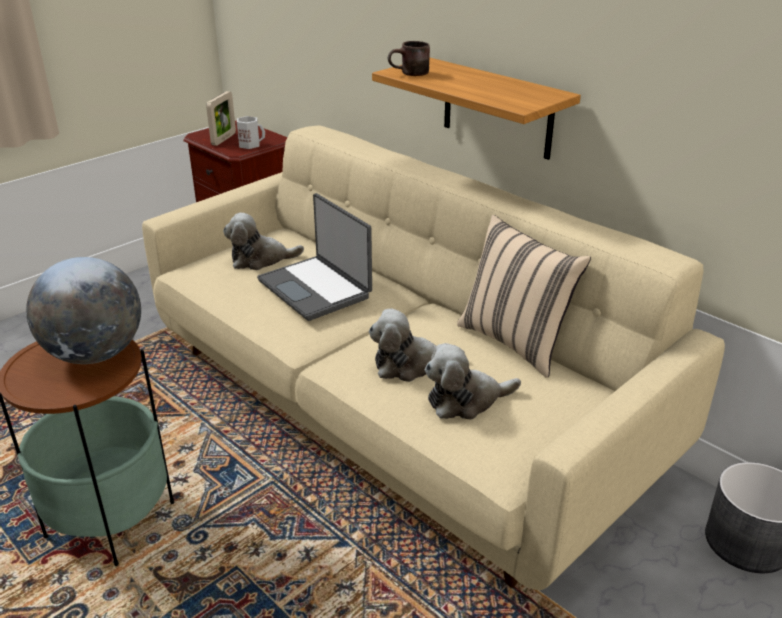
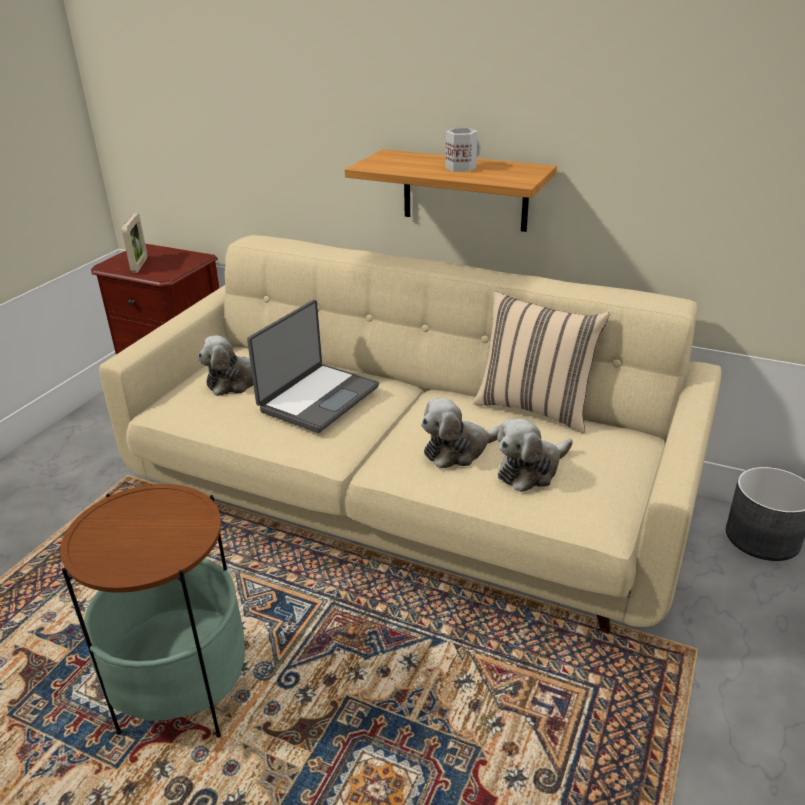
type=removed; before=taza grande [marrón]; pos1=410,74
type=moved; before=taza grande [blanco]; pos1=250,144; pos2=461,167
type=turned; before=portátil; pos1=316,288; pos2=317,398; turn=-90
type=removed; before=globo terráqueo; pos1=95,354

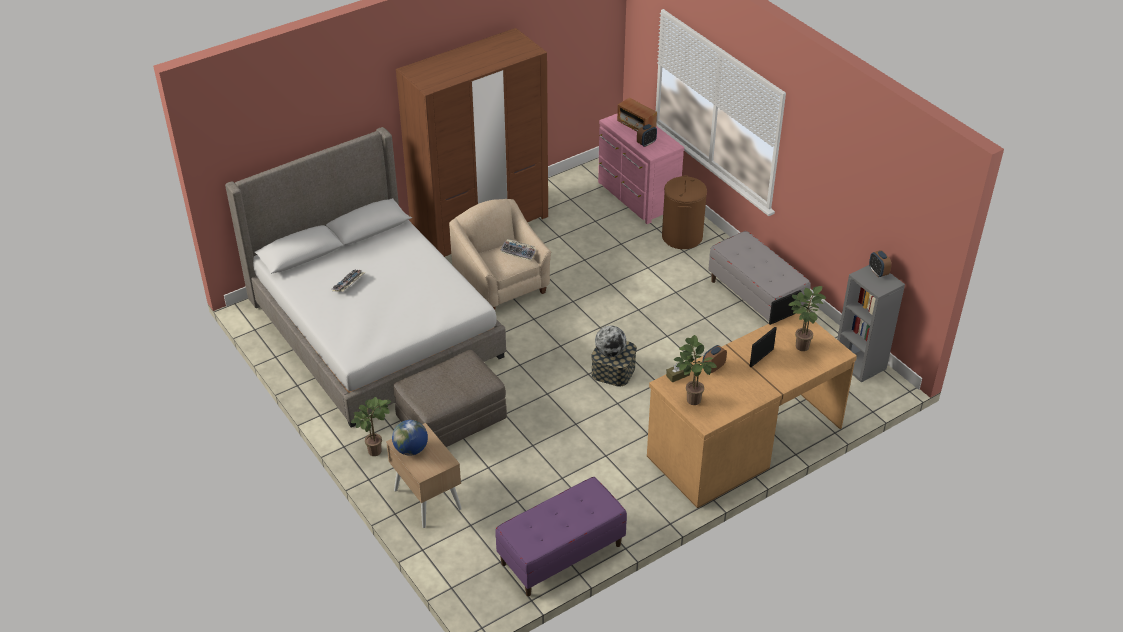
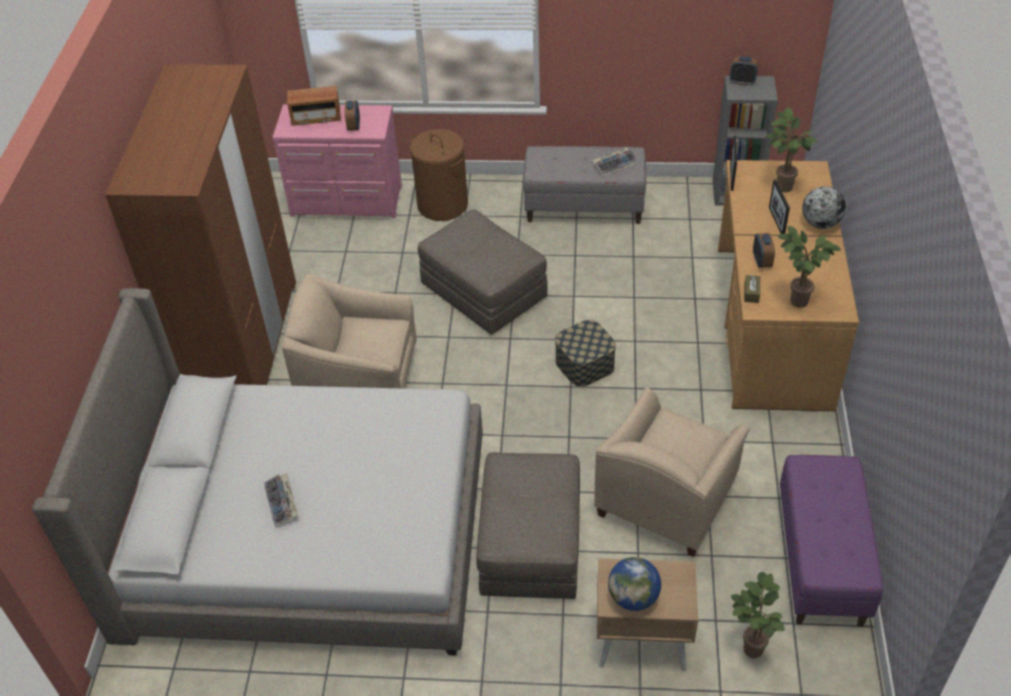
type=moved; before=teclado; pos1=519,252; pos2=615,164
type=moved; before=globo terráqueo; pos1=610,352; pos2=820,223
type=moved; before=planta en maceta; pos1=375,449; pos2=750,646
type=added; after=puf [gris]; pos2=483,291
type=added; after=sillón [beis]; pos2=666,497

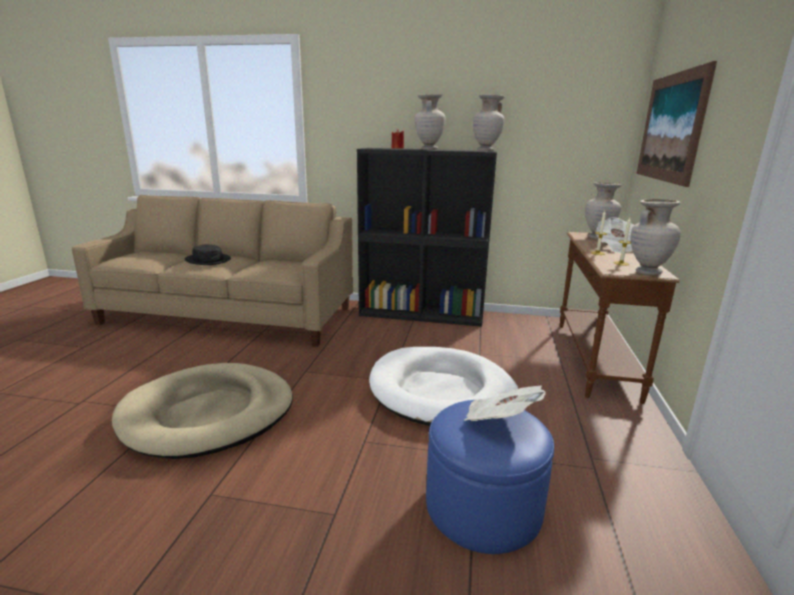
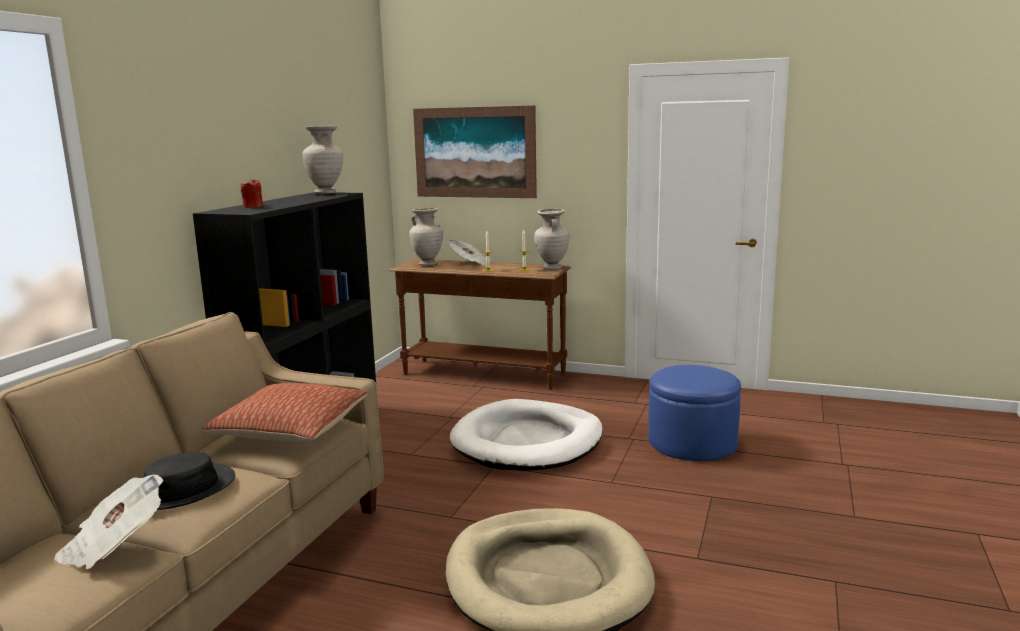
type=removed; before=florero [beis]; pos1=428,149
type=moved; before=periódico; pos1=499,421; pos2=114,546
type=added; after=cojín; pos2=291,430

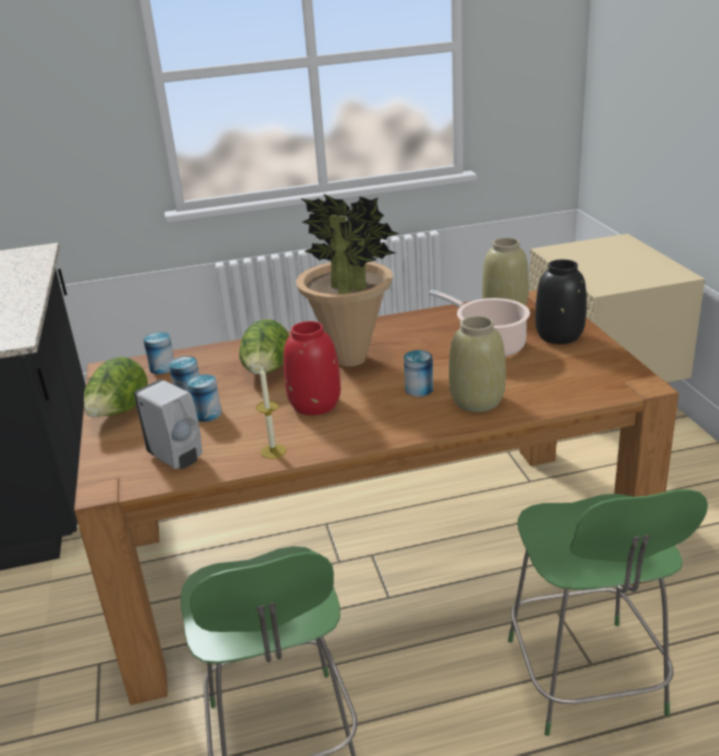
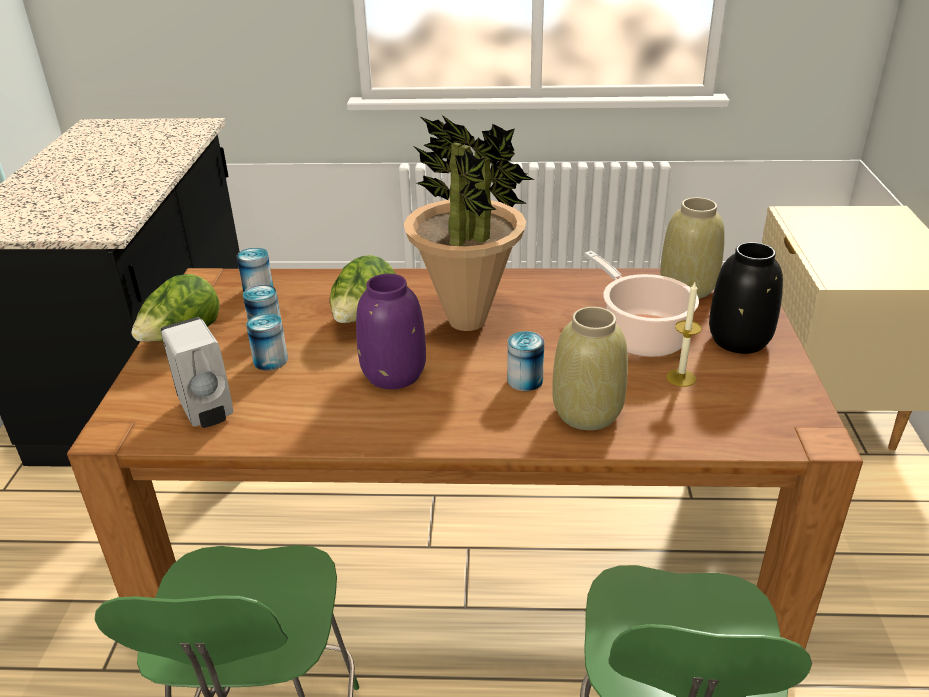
type=recoloured; before=florero [rojo]; after=florero [morado]; pos1=315,404; pos2=395,374
type=moved; before=vela; pos1=273,451; pos2=681,378

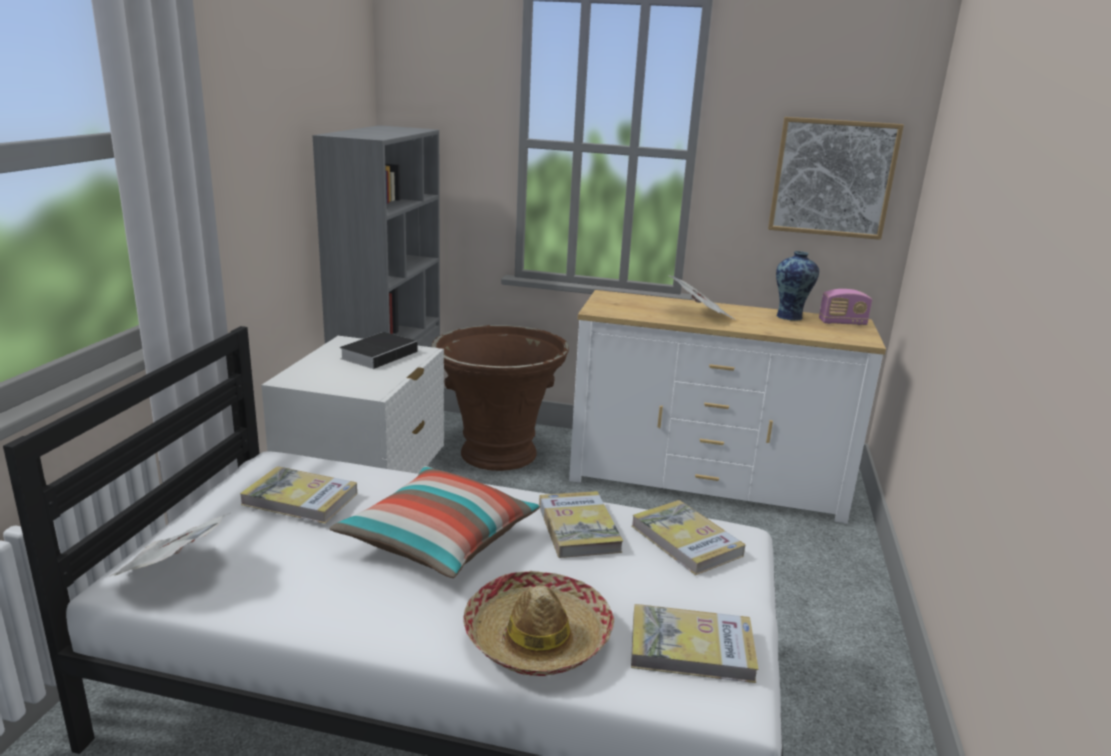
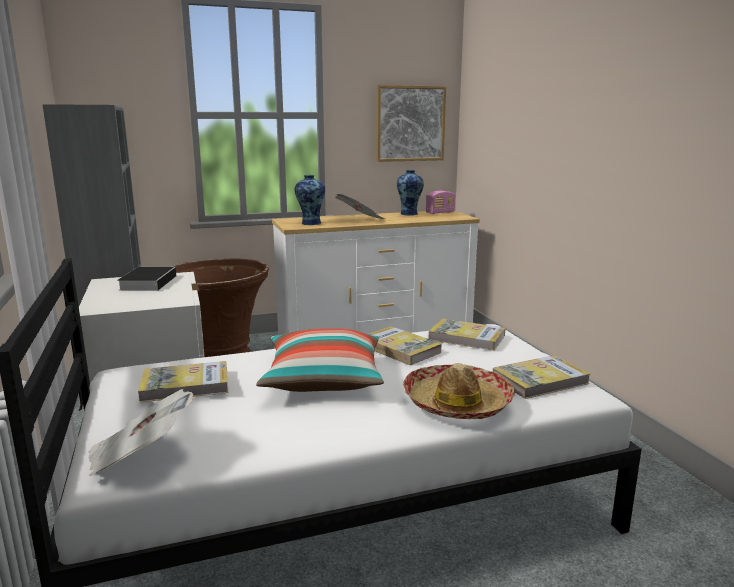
type=added; after=florero; pos2=310,223

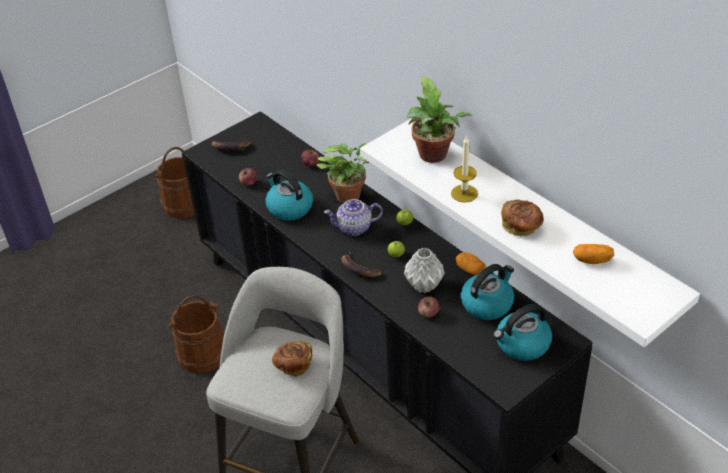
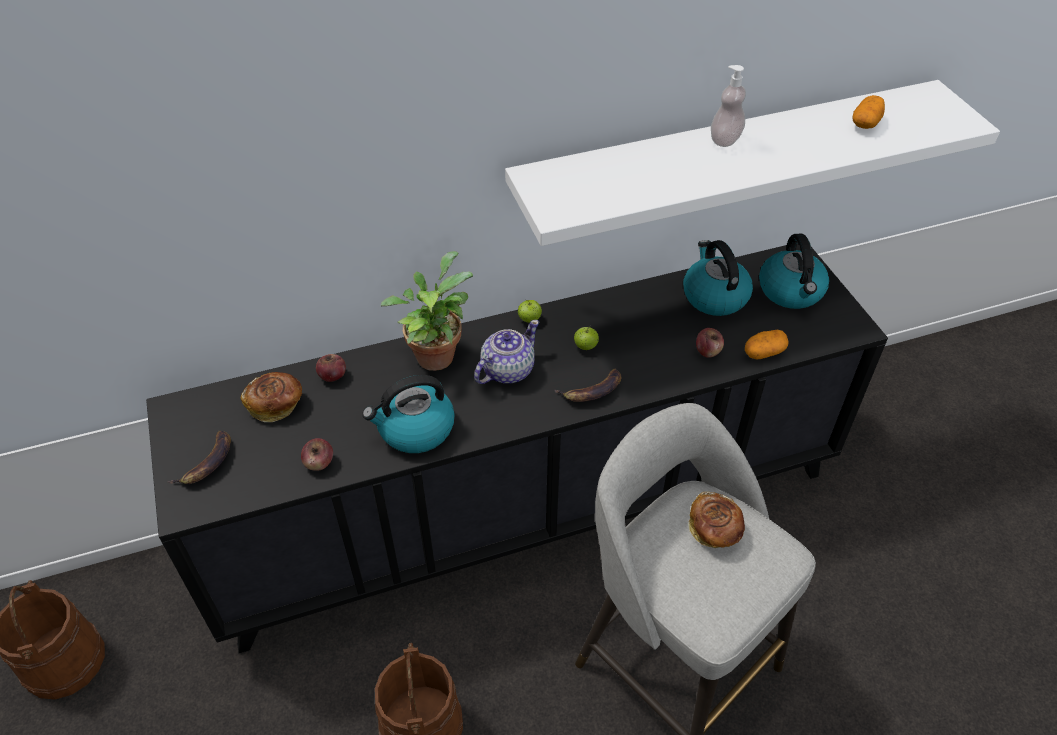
type=removed; before=planta en maceta; pos1=433,157
type=removed; before=vela; pos1=464,193
type=turned; before=tetera; pos1=355,228; pos2=506,370; turn=-150
type=moved; before=pan; pos1=521,226; pos2=276,405
type=removed; before=florero [gris]; pos1=423,285
type=moved; before=patata; pos1=470,270; pos2=763,352
type=added; after=dispensador de jabón; pos2=725,139

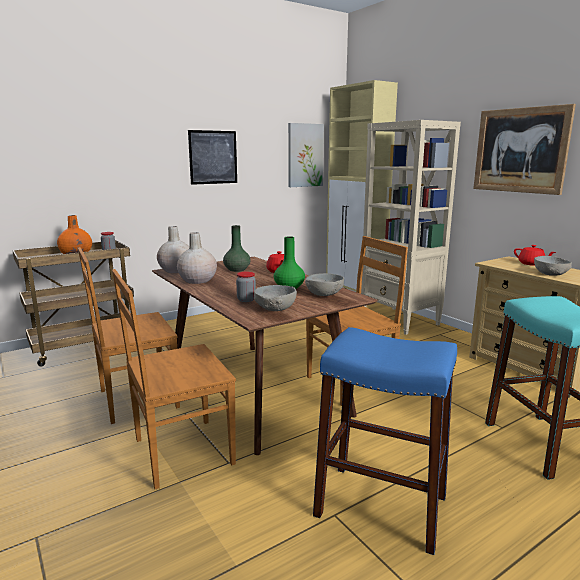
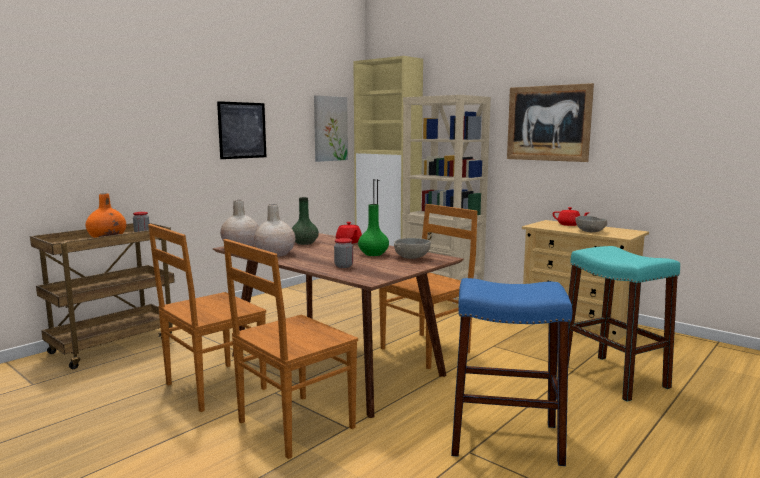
type=removed; before=cuenco [gris]; pos1=275,308

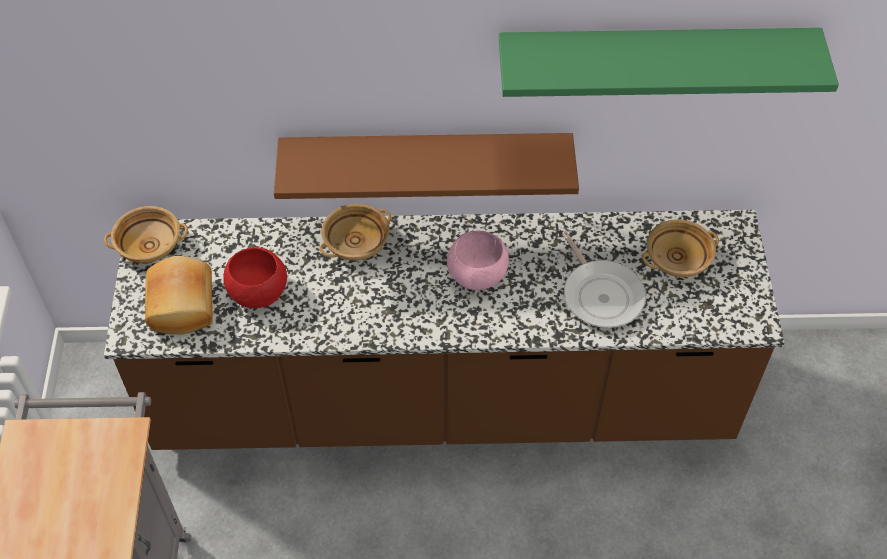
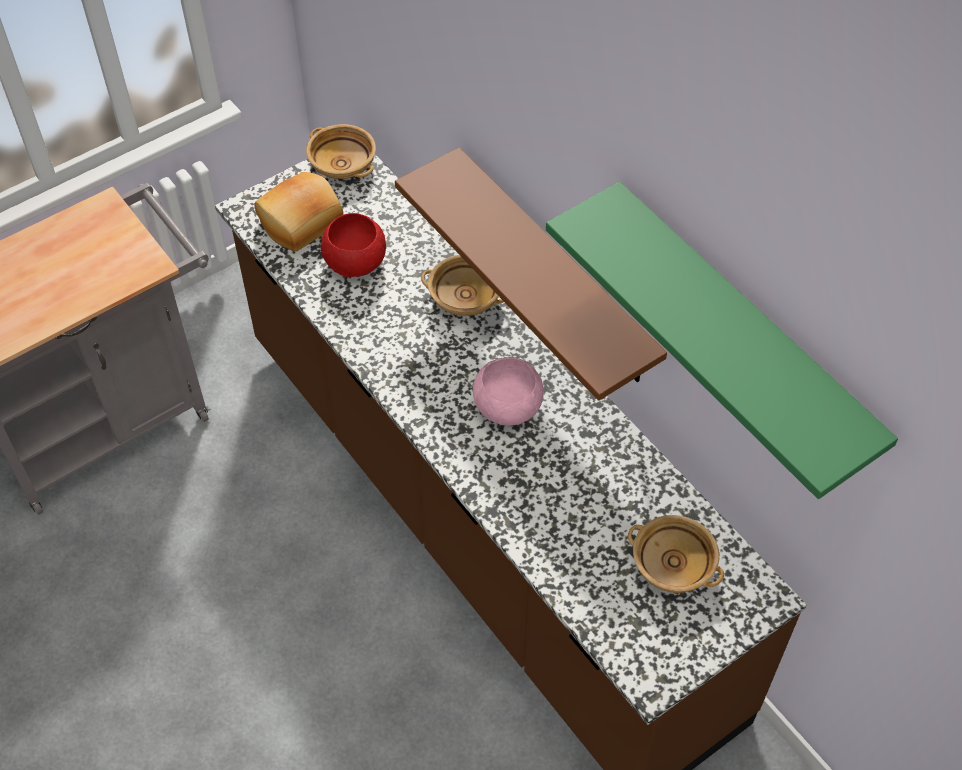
type=removed; before=sartén; pos1=601,294

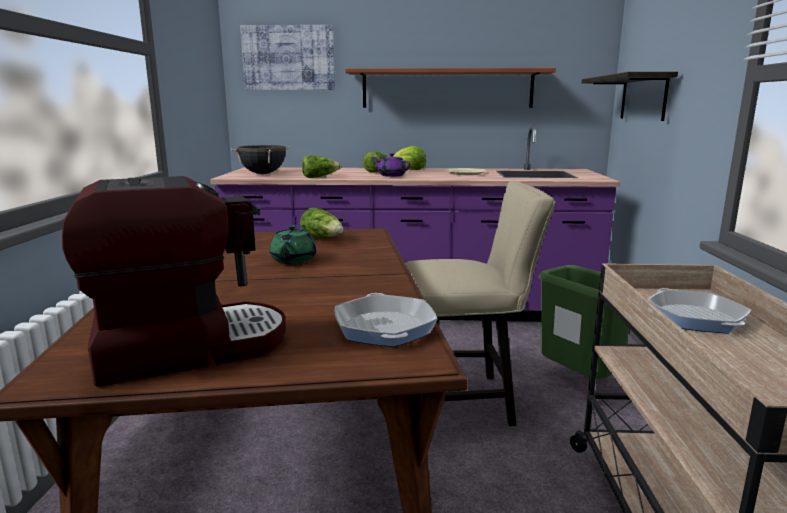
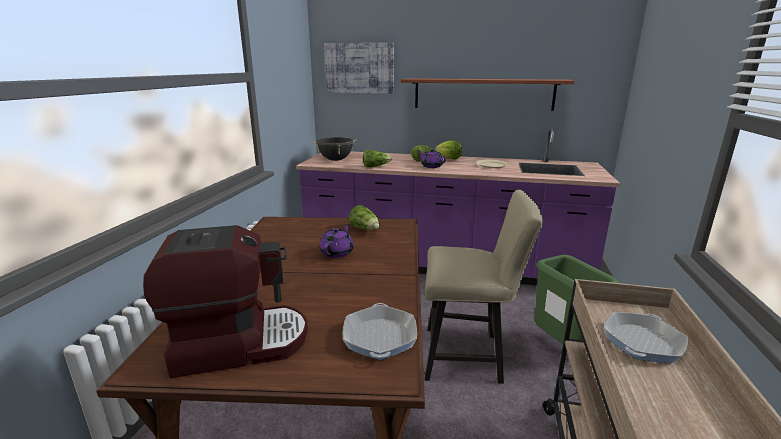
type=removed; before=estante; pos1=643,97
type=recoloured; before=tetera [verde]; after=tetera [morado]; pos1=294,260; pos2=337,252
type=turned; before=sartén; pos1=695,318; pos2=642,342; turn=-135

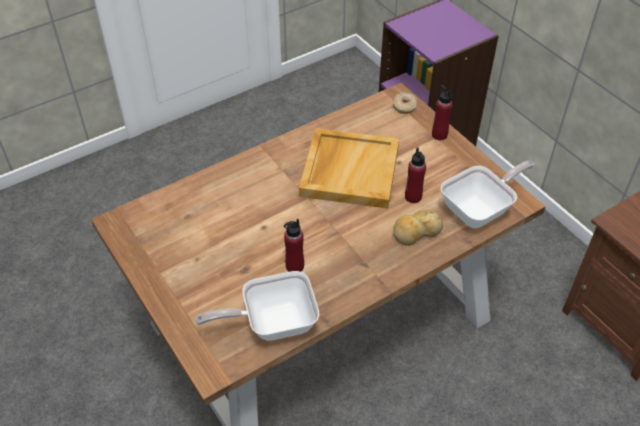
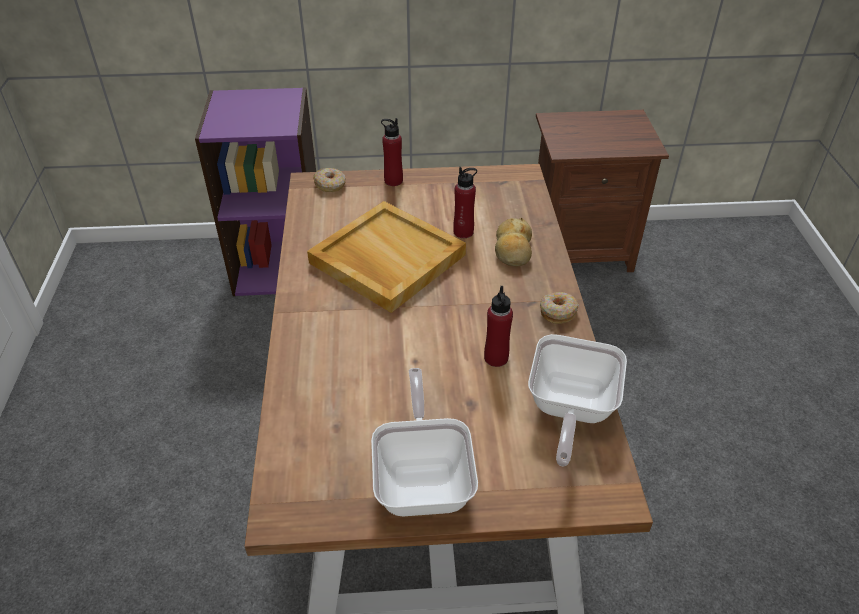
type=moved; before=sartén; pos1=480,210; pos2=423,478
type=added; after=rosquilla; pos2=557,312

